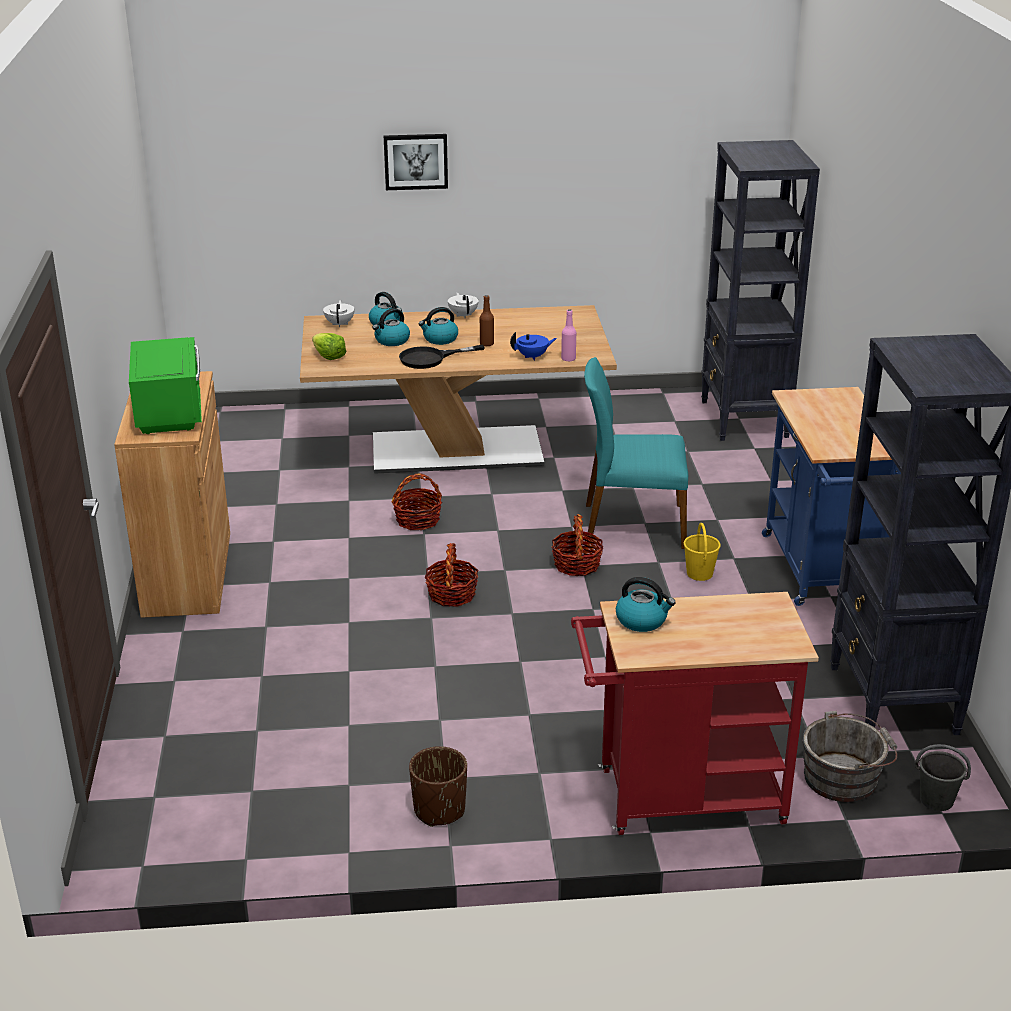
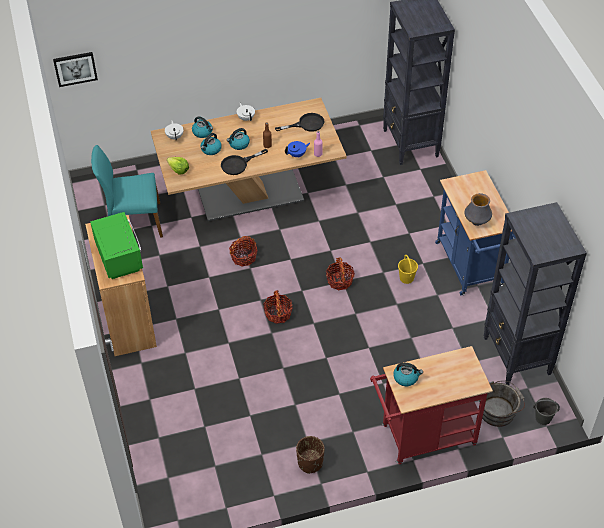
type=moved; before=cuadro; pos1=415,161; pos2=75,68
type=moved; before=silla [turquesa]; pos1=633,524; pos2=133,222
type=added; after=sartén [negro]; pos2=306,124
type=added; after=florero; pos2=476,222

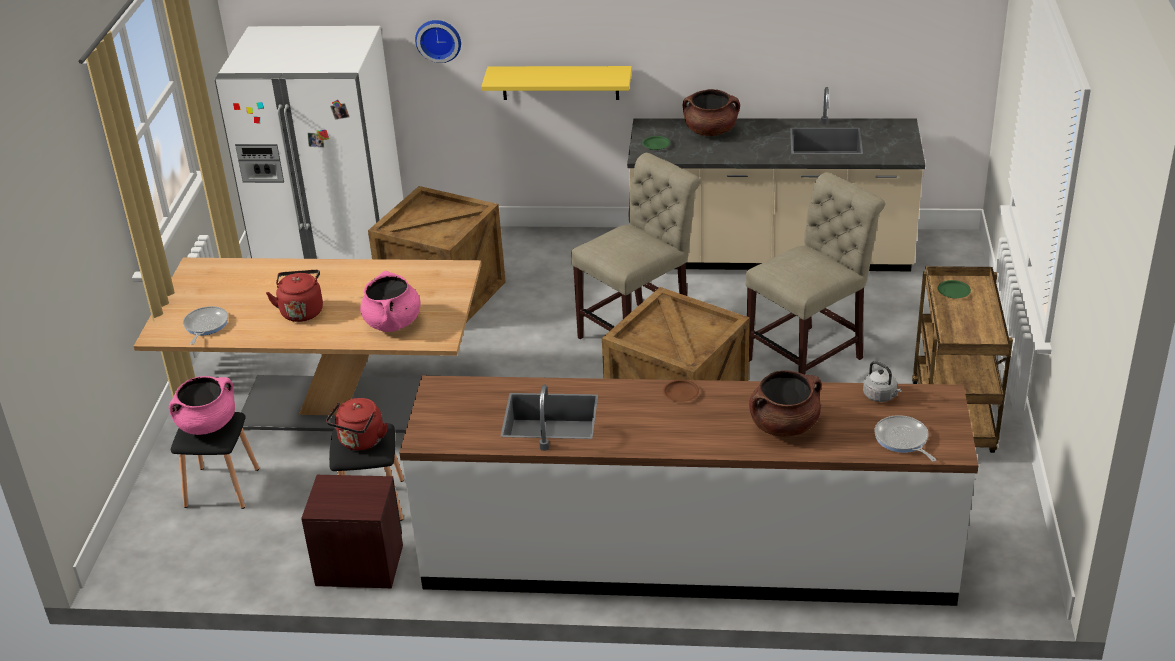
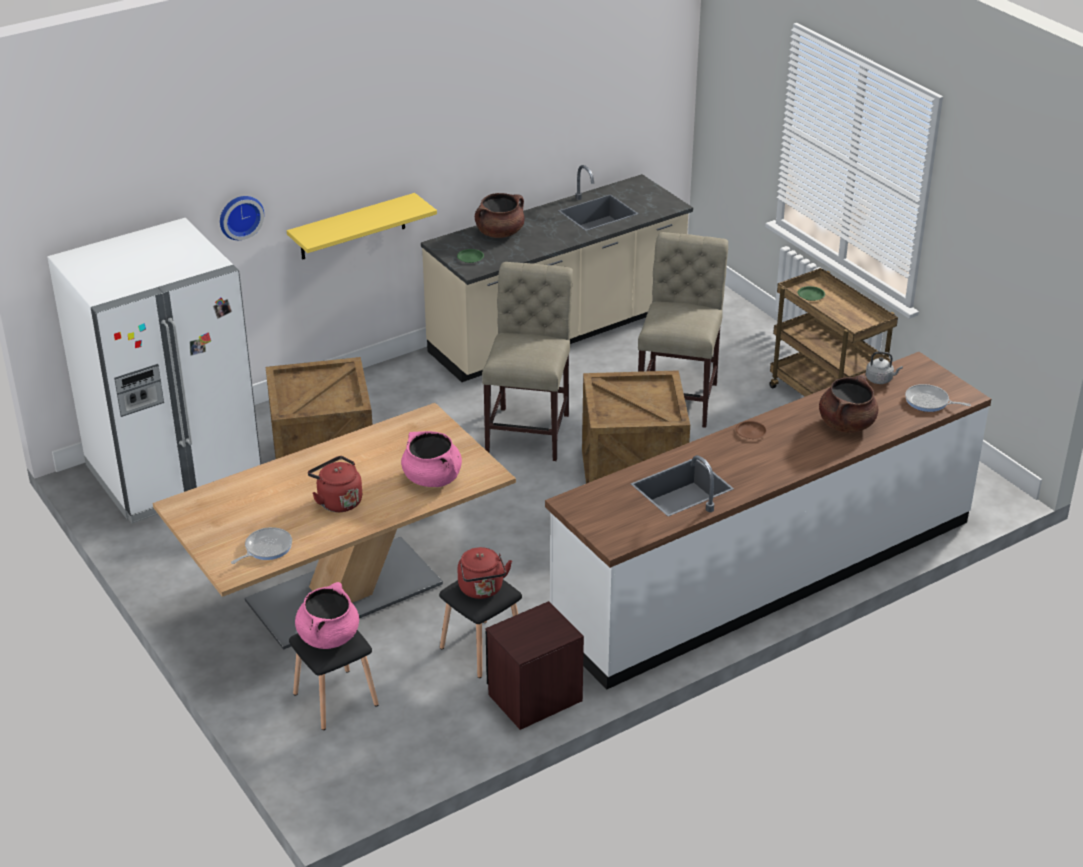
type=turned; before=sartén; pos1=205,326; pos2=266,548; turn=75

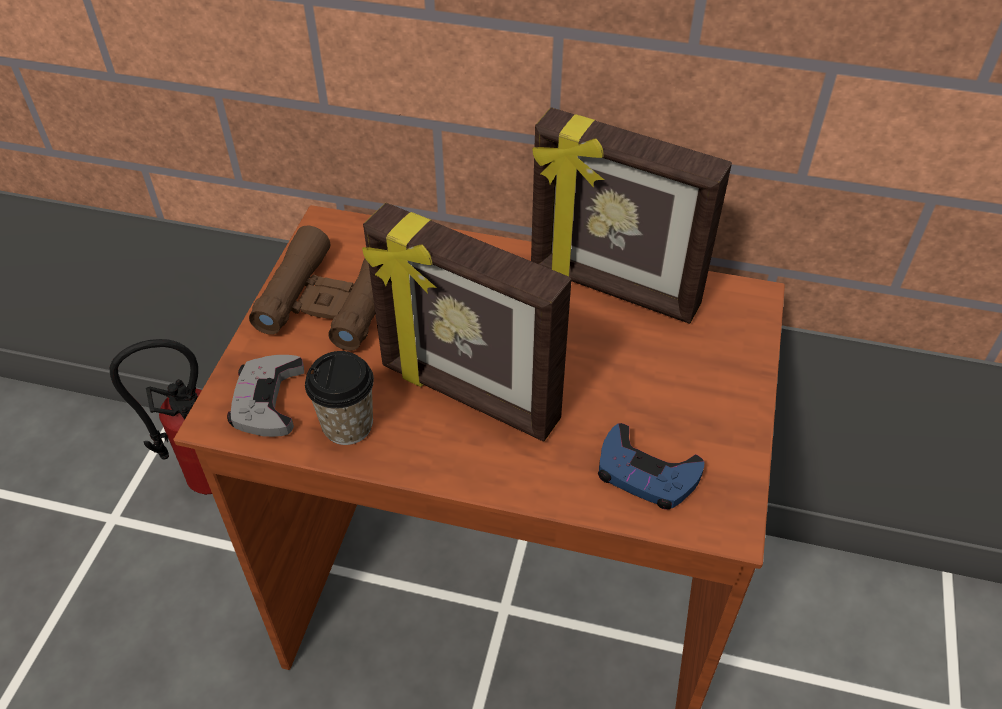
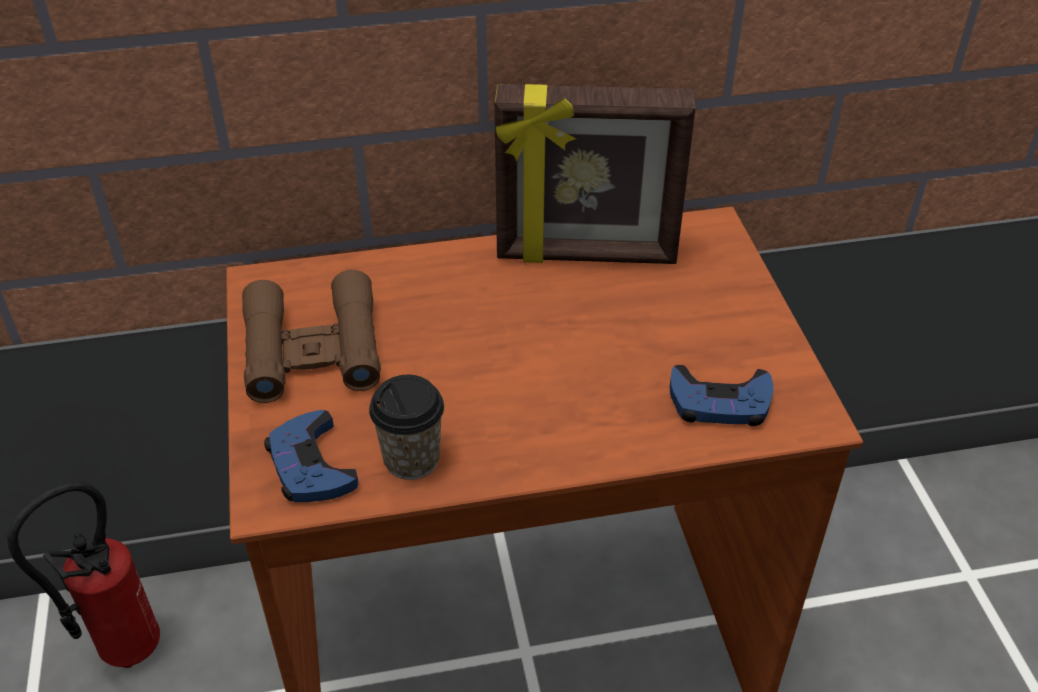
type=removed; before=portarretratos; pos1=467,395
type=recoloured; before=mando de consola [gris]; after=mando de consola [azul]; pos1=267,400; pos2=310,465

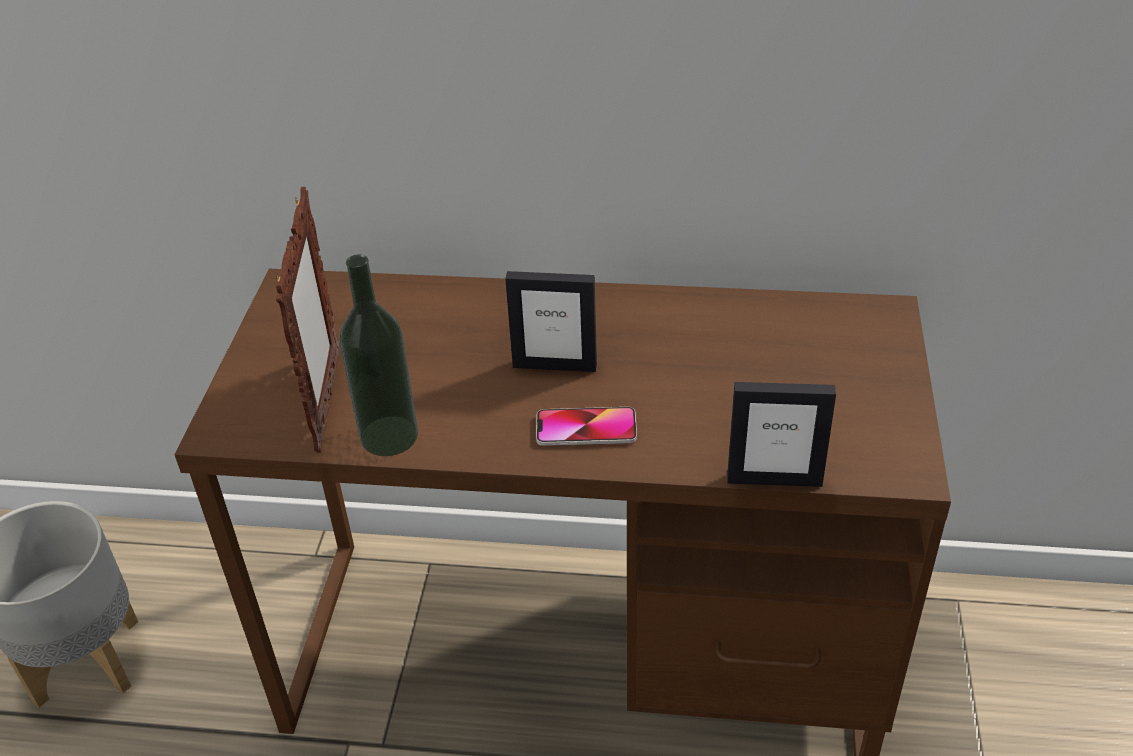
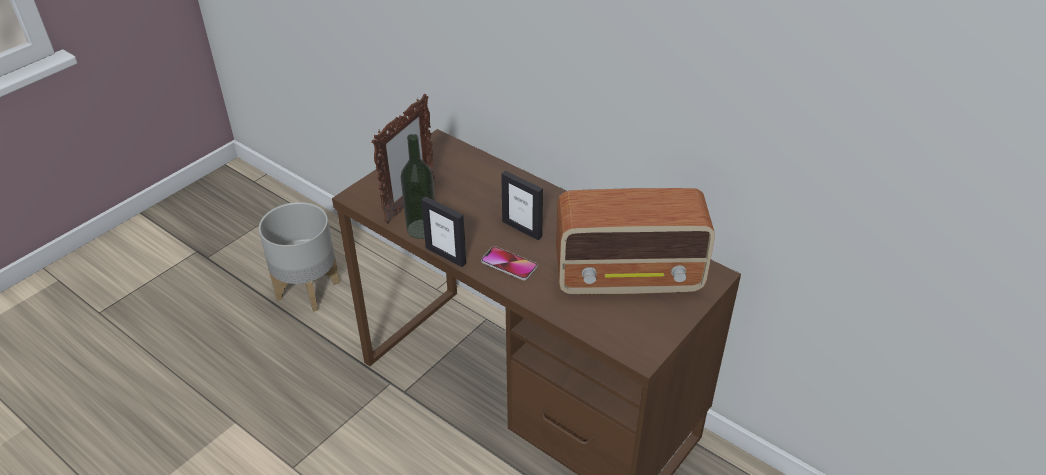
type=moved; before=portarretratos; pos1=774,479; pos2=446,255
type=added; after=radio; pos2=629,277

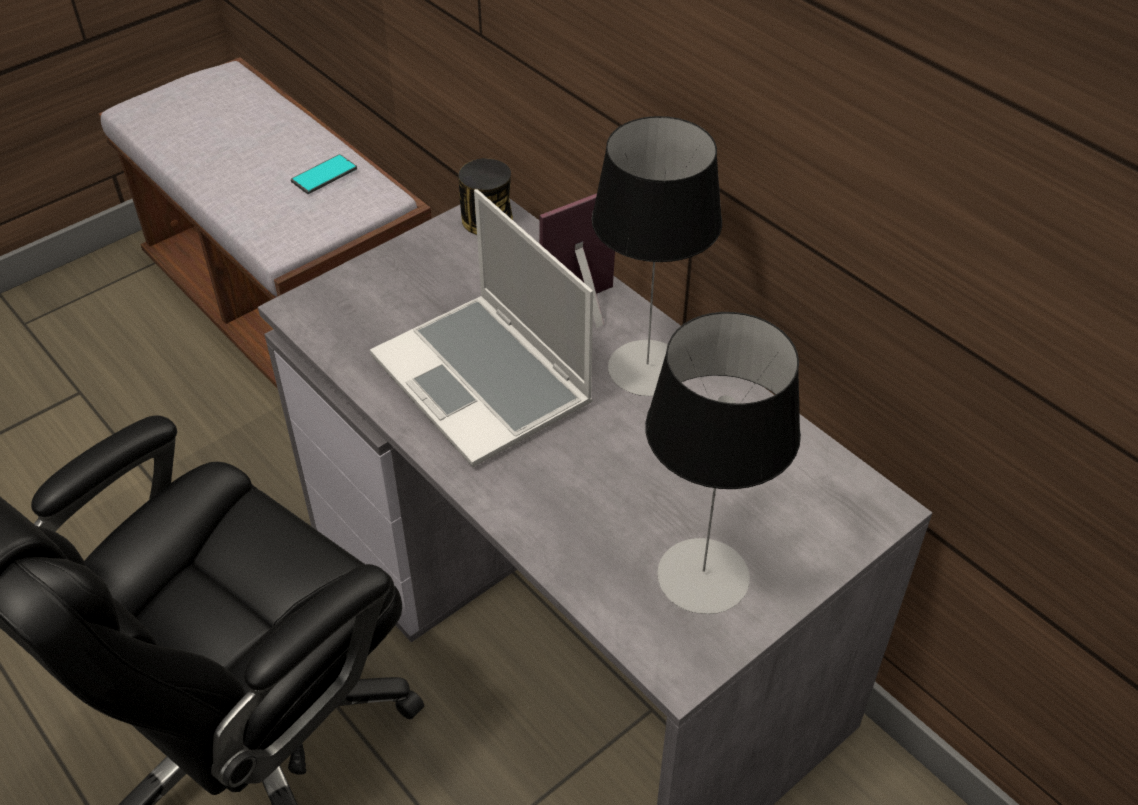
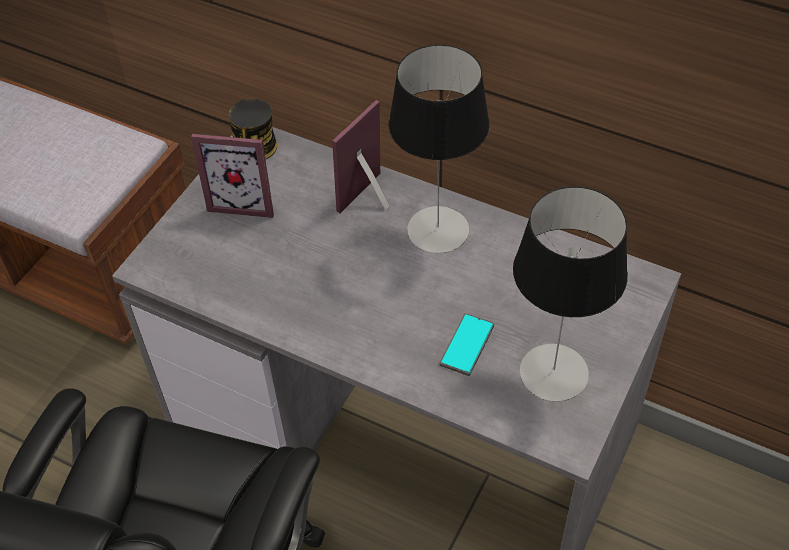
type=moved; before=móvil; pos1=324,175; pos2=467,345
type=removed; before=portátil; pos1=485,382
type=added; after=portarretratos; pos2=244,200

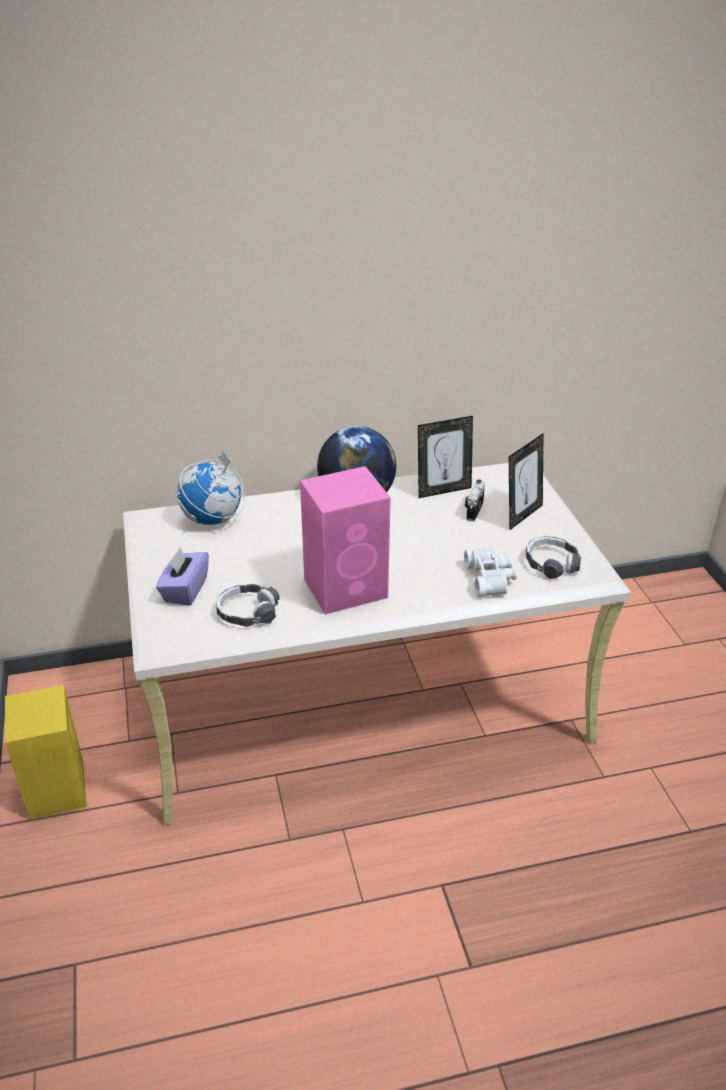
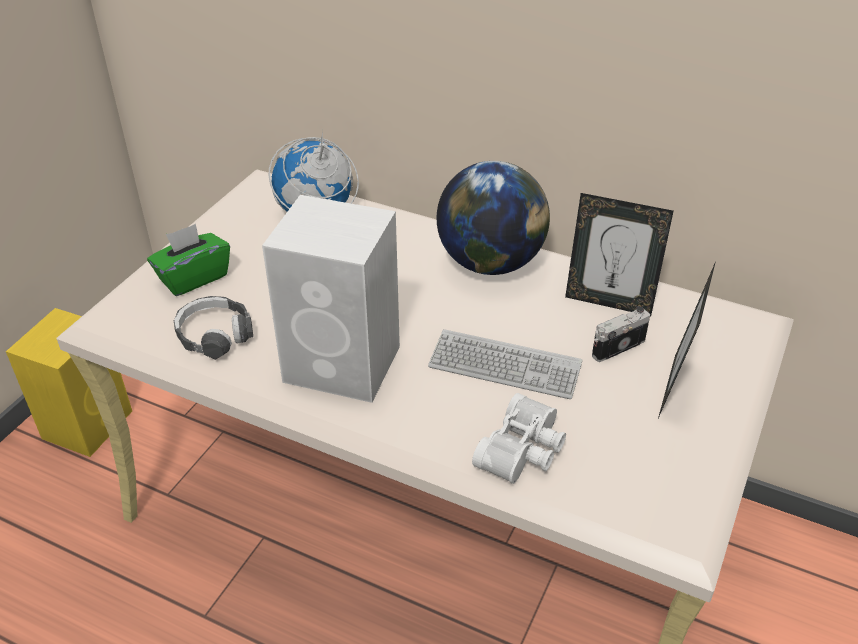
type=turned; before=portarretratos; pos1=522,515; pos2=674,388; turn=120
type=recoloured; before=altavoz [rosa]; after=altavoz [blanco]; pos1=347,588; pos2=345,364
type=removed; before=auriculares; pos1=551,563
type=recoloured; before=caja de pañuelos [morado]; after=caja de pañuelos [verde]; pos1=185,590; pos2=193,277
type=added; after=teclado; pos2=504,366

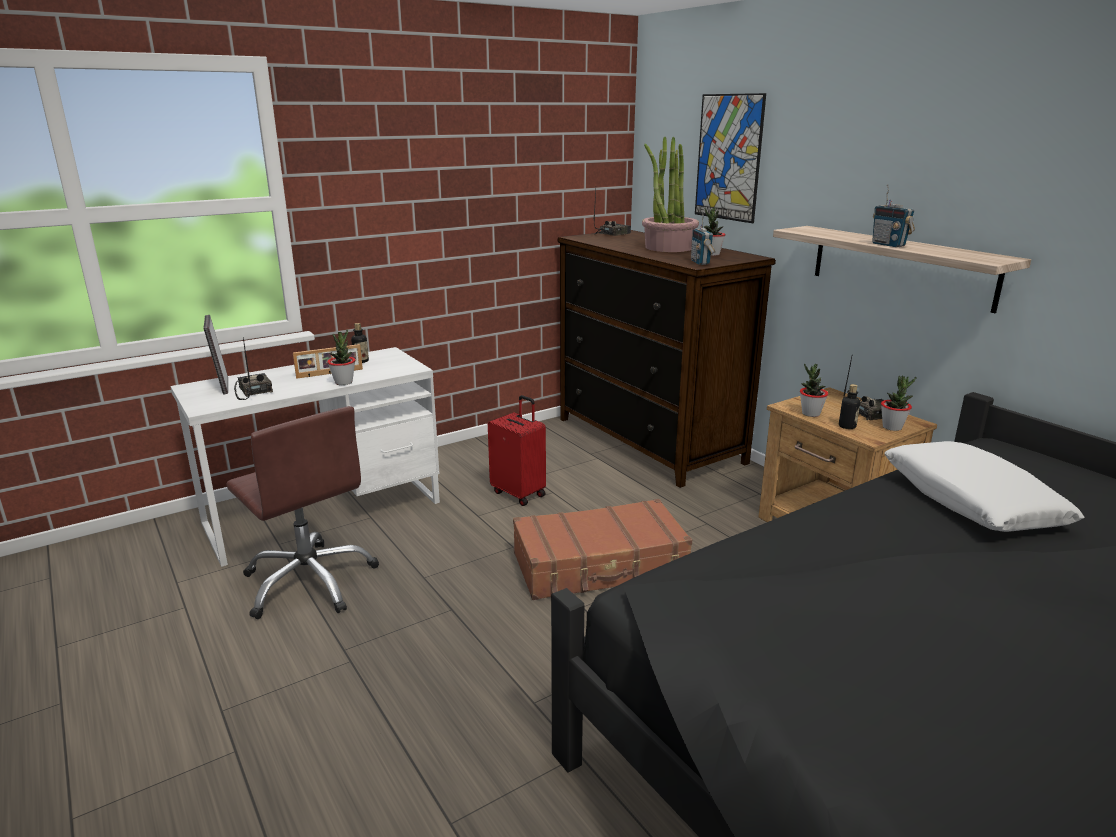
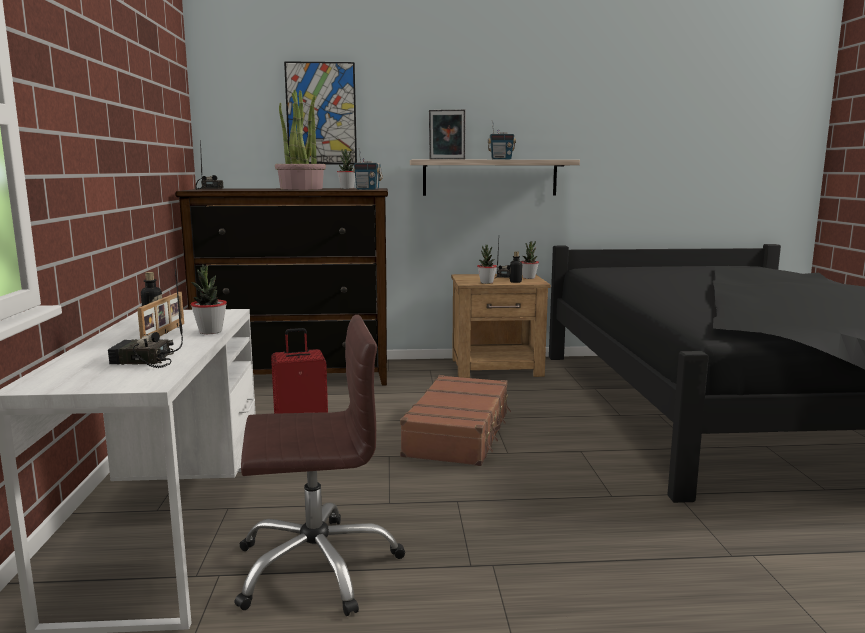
type=moved; before=portarretratos; pos1=222,386; pos2=447,159
type=removed; before=cojín [blanco]; pos1=971,501

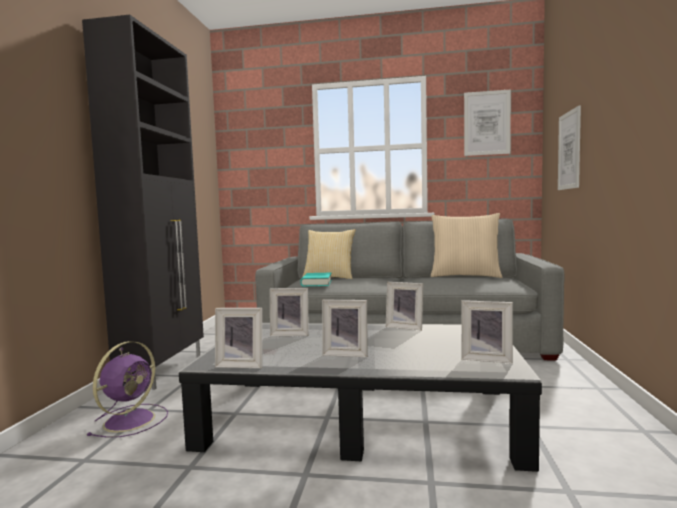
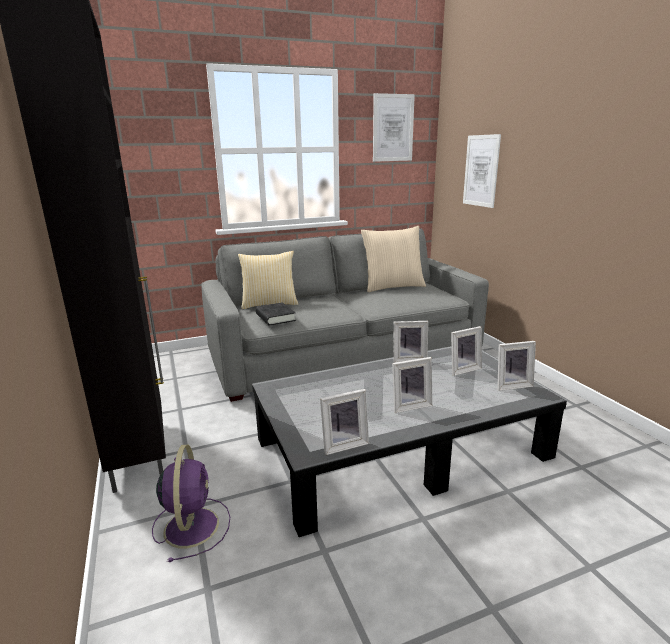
type=recoloured; before=libro [turquesa]; after=libro [negro]; pos1=316,283; pos2=275,317
type=moved; before=portarretratos; pos1=290,334; pos2=462,369

